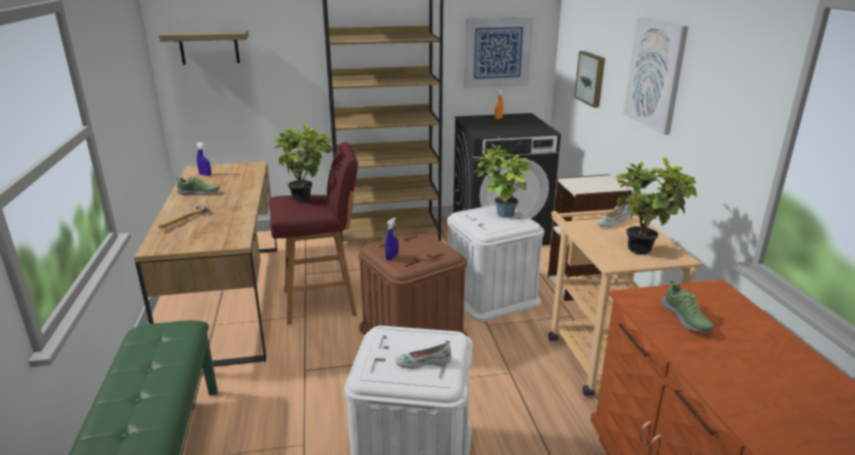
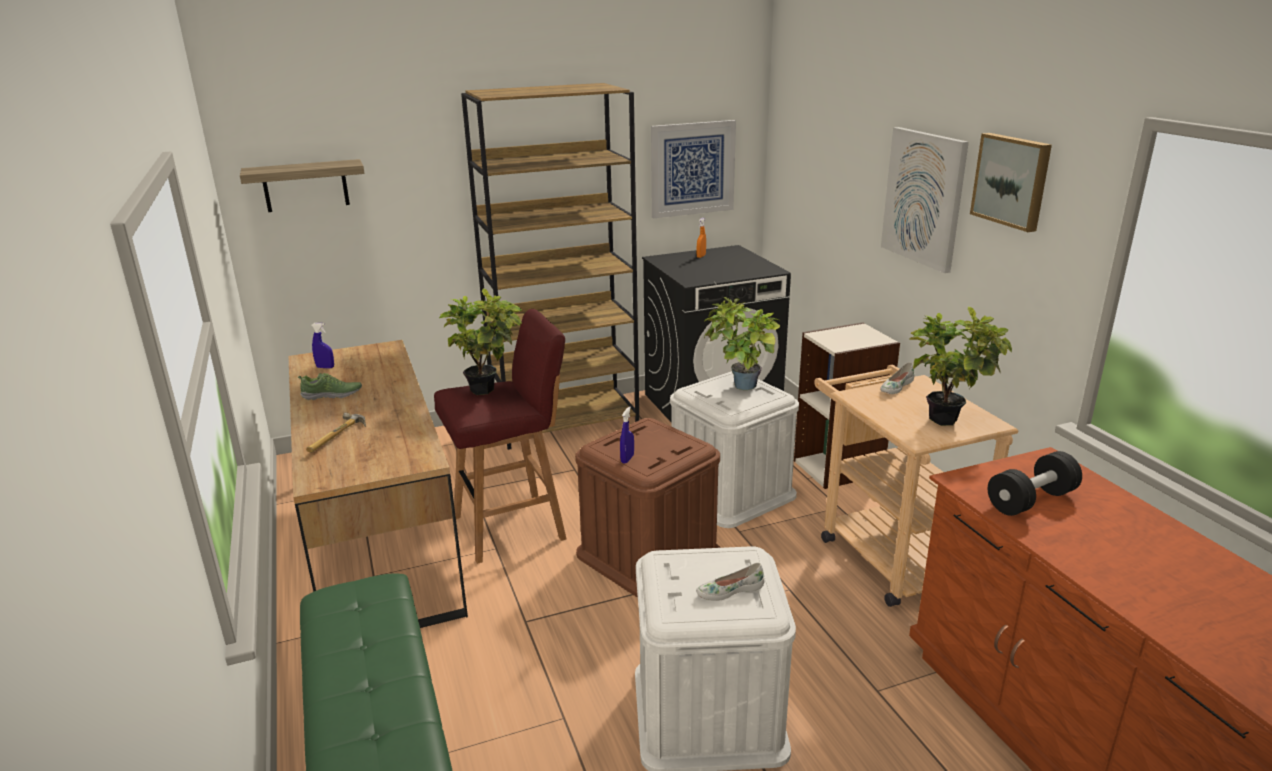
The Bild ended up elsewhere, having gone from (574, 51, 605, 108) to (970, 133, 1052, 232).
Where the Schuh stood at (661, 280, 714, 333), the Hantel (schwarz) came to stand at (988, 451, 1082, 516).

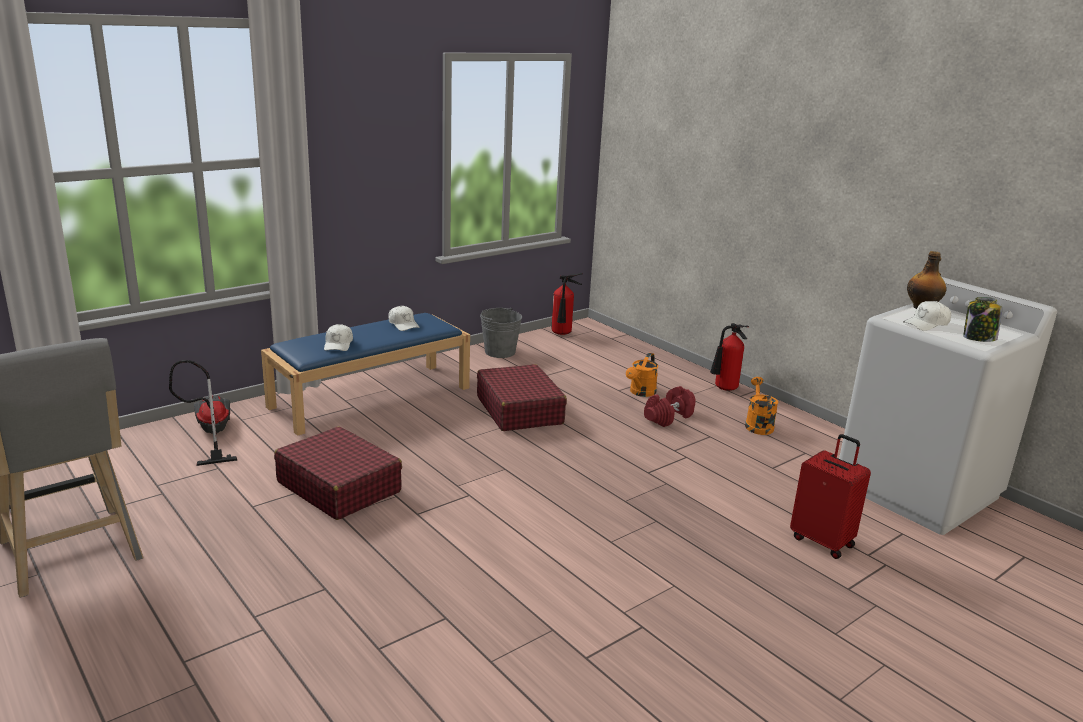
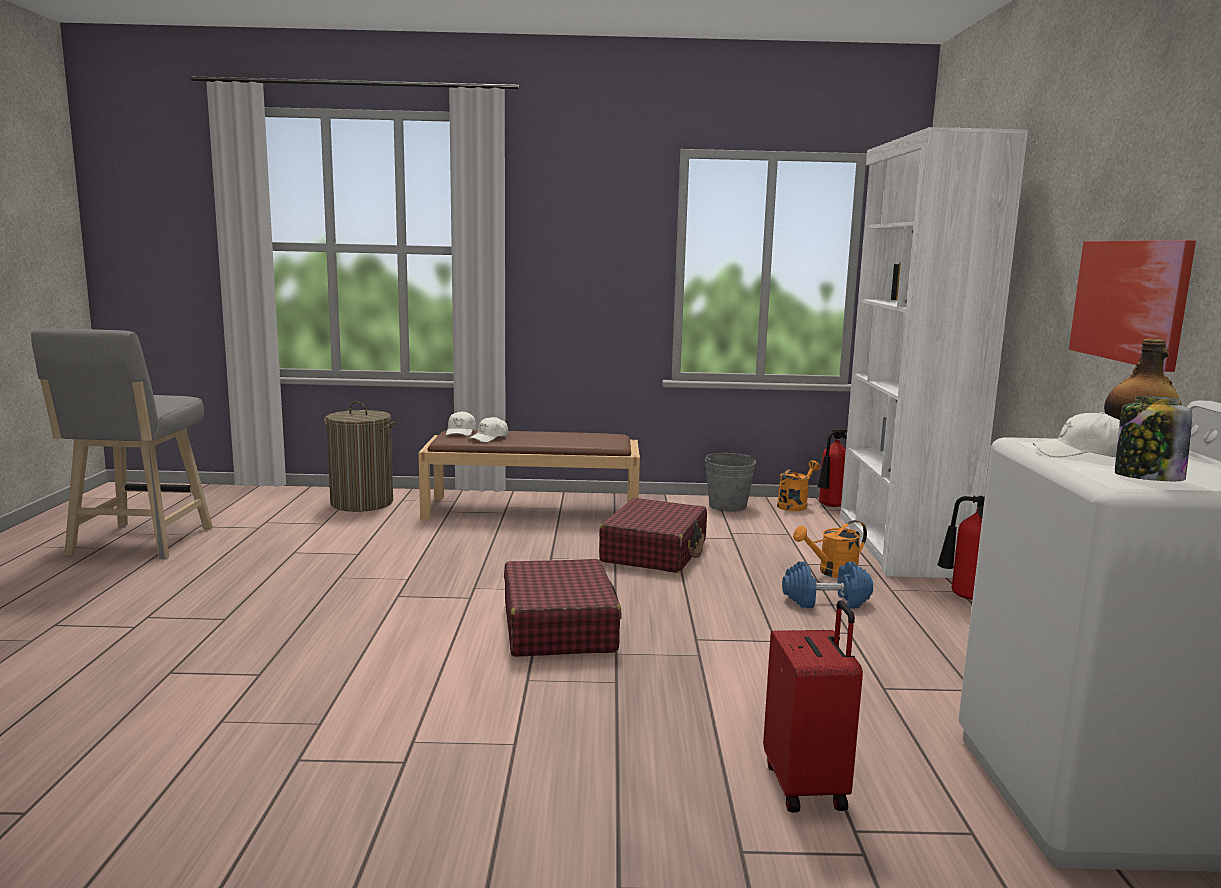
Where the Staubsauger stood at (169, 360, 238, 466), the Wäschekorb came to stand at (324, 401, 396, 512).
What was the Bank (blau) at (261, 313, 470, 436) turned into the Bank (braun) at (418, 430, 640, 520).
The Kappe (weiß) ended up elsewhere, having gone from (389, 306, 420, 331) to (446, 411, 476, 436).
The Koffer (rot) ended up elsewhere, having gone from (274, 427, 402, 520) to (504, 559, 622, 657).
The Gießkanne (orange) ended up elsewhere, having gone from (745, 377, 779, 435) to (777, 460, 820, 511).
What was the Hantel (rot) at (644, 386, 696, 427) turned into the Hantel (blau) at (782, 561, 873, 608).
The second view gained the Bücherregal (weiß) at (840, 127, 1028, 578).
The second view gained the Bild at (1069, 240, 1196, 372).

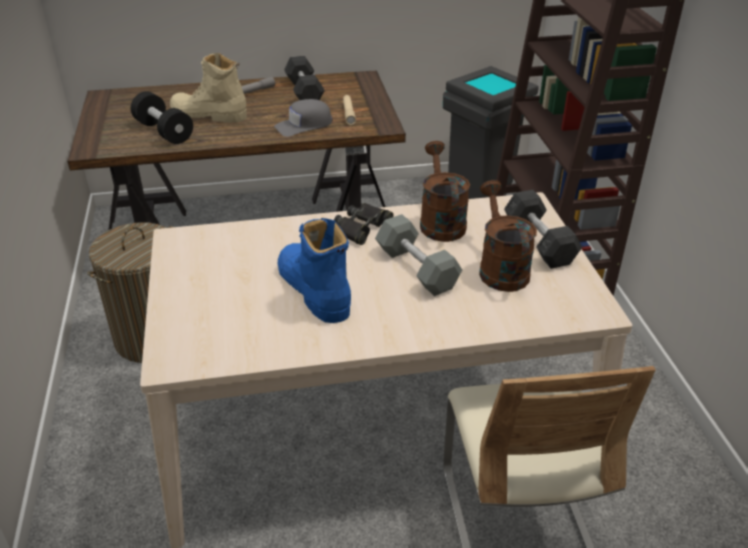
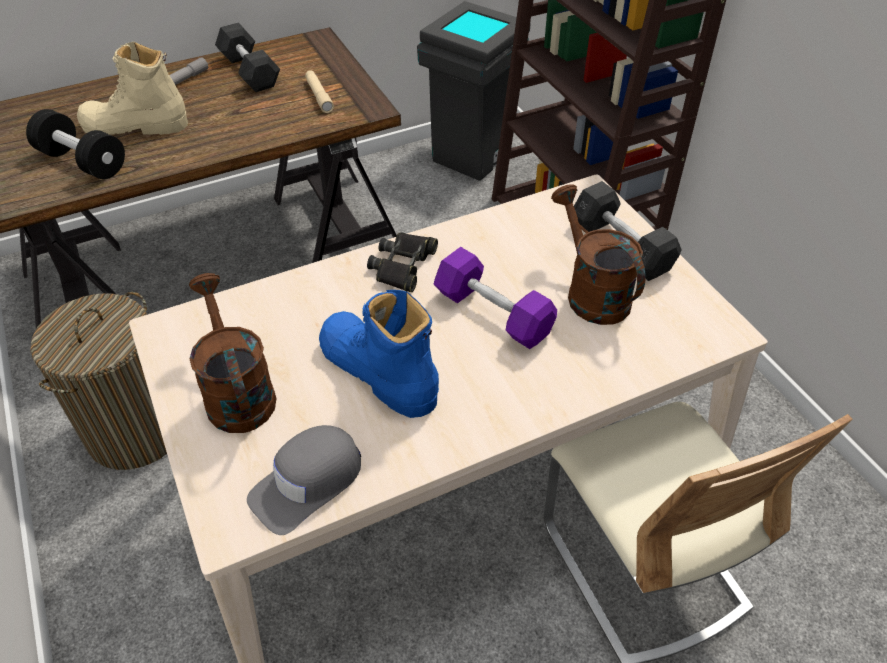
The Gießkanne (braun) ended up elsewhere, having gone from (420, 141, 470, 242) to (189, 273, 277, 433).
The Kappe (grau) ended up elsewhere, having gone from (274, 99, 333, 137) to (247, 425, 361, 535).
What was the Hantel (grau) at (375, 214, 462, 296) turned into the Hantel (lila) at (434, 247, 557, 349).

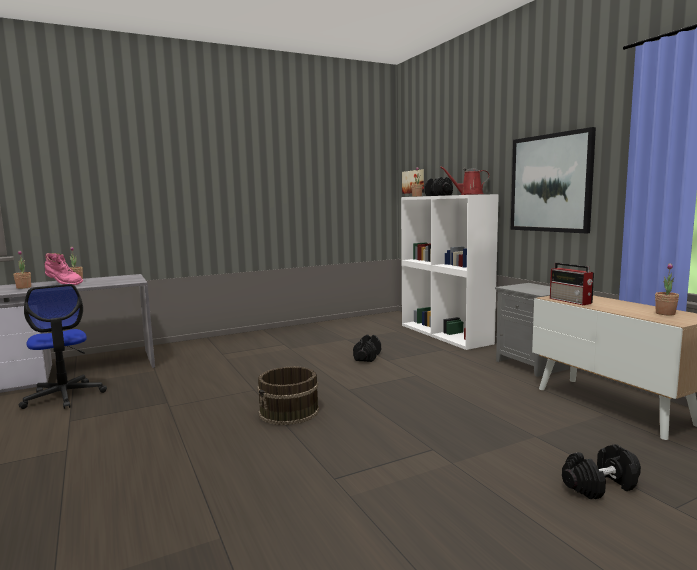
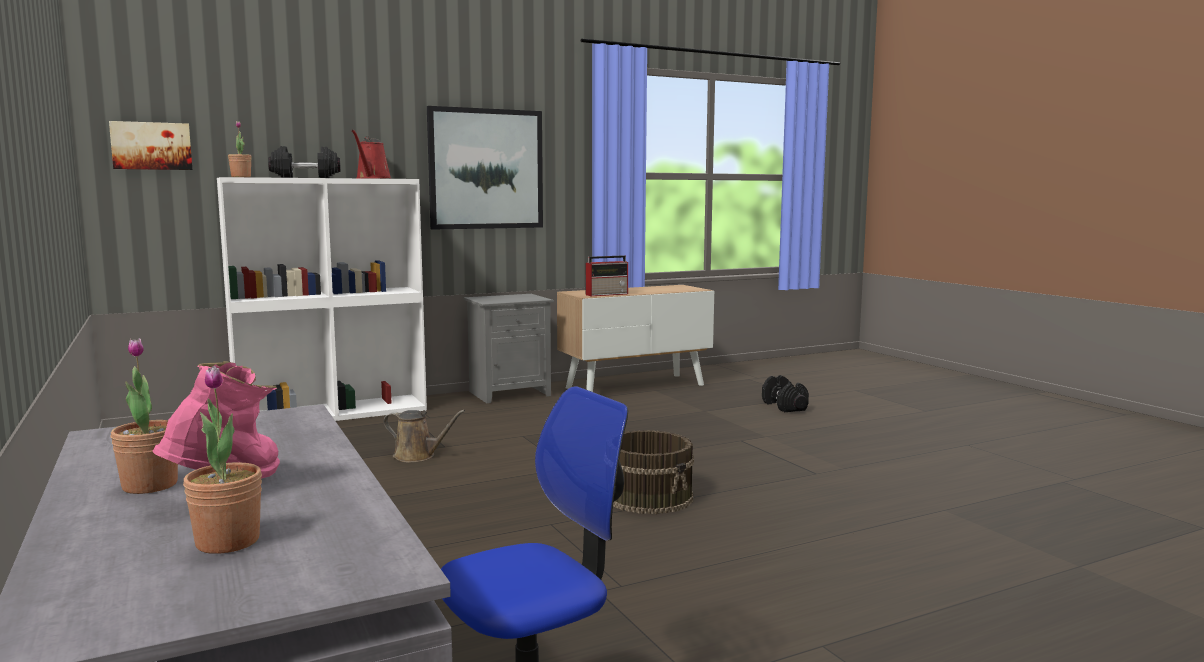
Where the Hantel (schwarz) stood at (353, 334, 381, 362), the Gießkanne (braun) came to stand at (383, 410, 465, 462).
The second view lost the Topfpflanze at (655, 263, 679, 315).

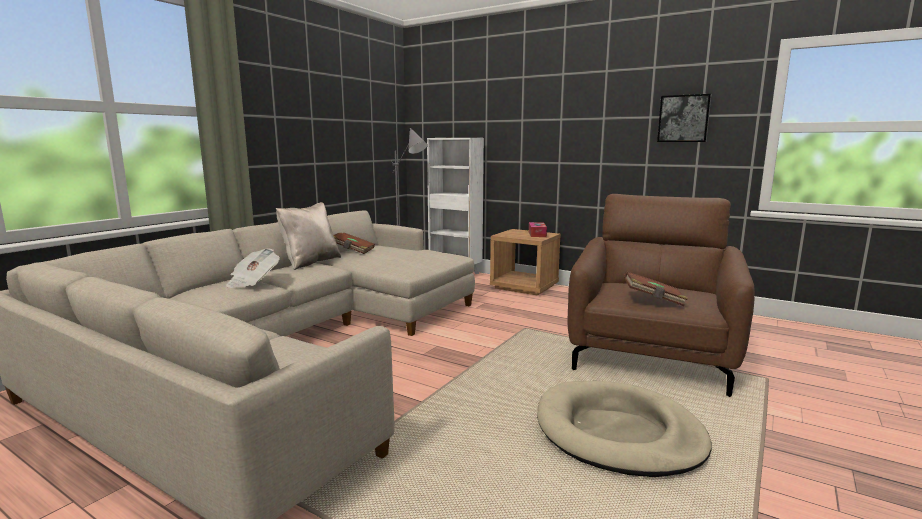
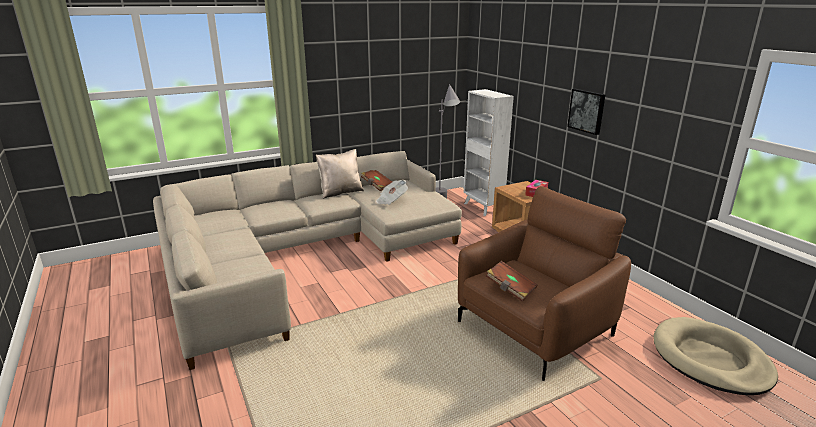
The Zeitung ended up elsewhere, having gone from (226, 248, 280, 288) to (375, 180, 408, 205).
The Bild ended up elsewhere, having gone from (657, 94, 711, 142) to (567, 89, 605, 135).
The Hundebett (beige) ended up elsewhere, having gone from (537, 381, 712, 477) to (653, 317, 778, 395).

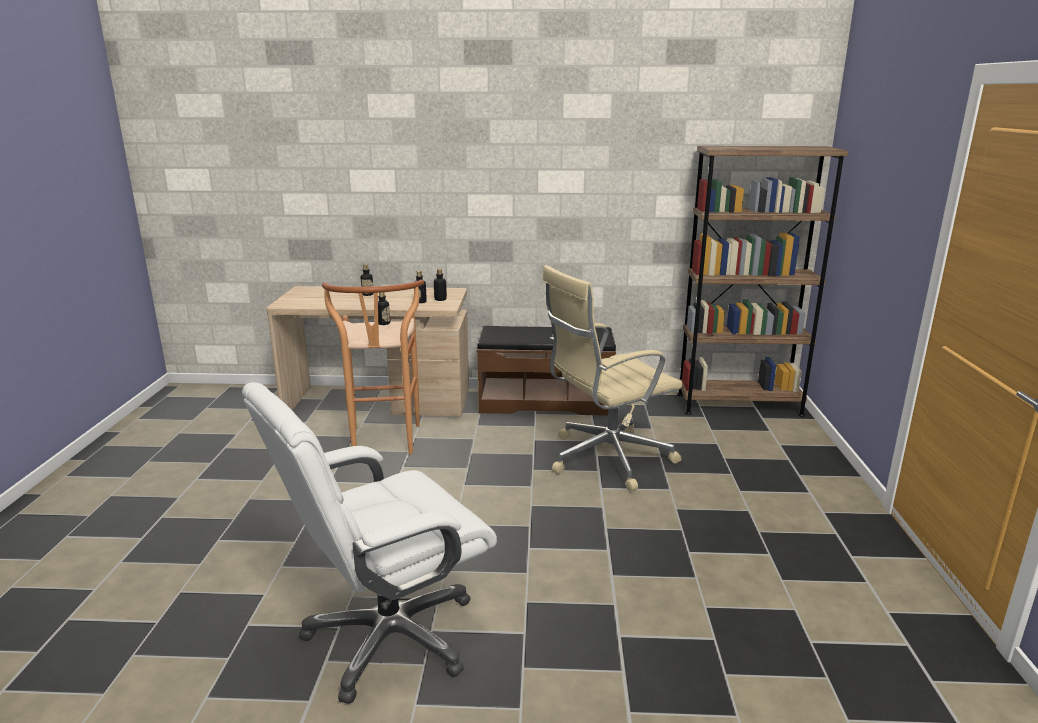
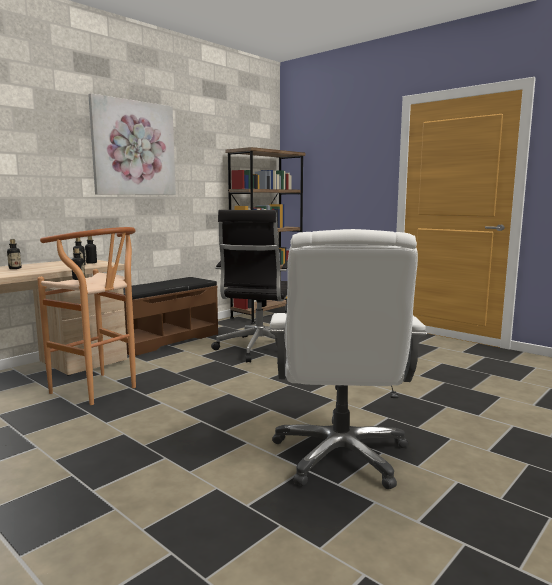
The second view gained the Bild at (88, 93, 176, 195).
What was the Bürostuhl (beige) at (542, 265, 683, 491) turned into the Bürostuhl (schwarz) at (211, 210, 288, 363).

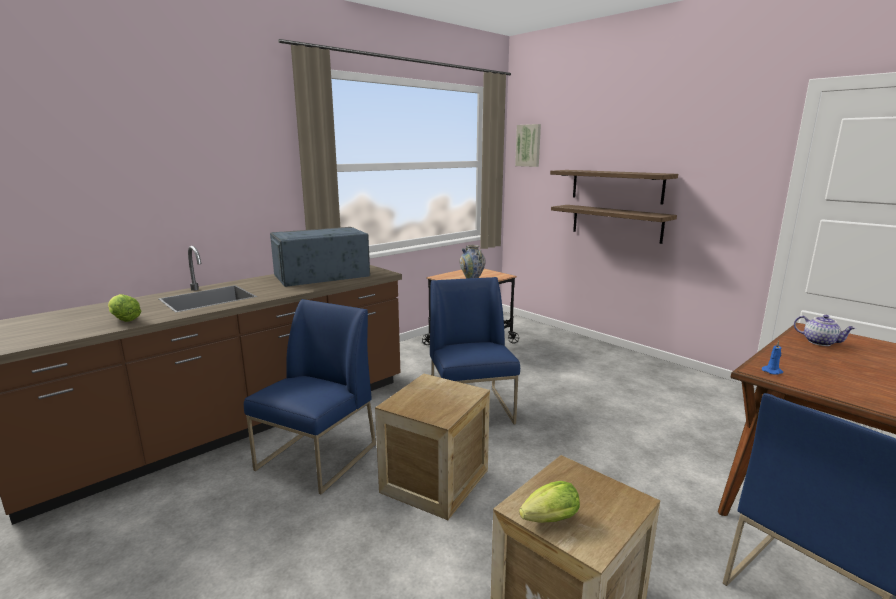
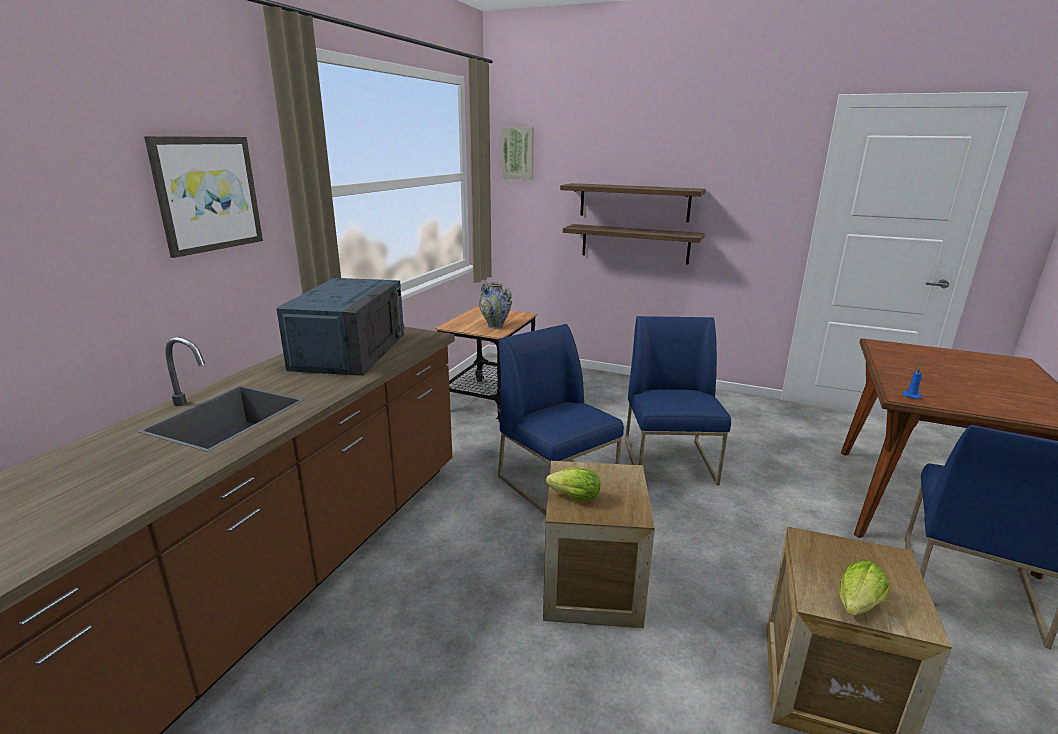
The second view gained the Bild at (144, 136, 263, 258).
The Mikrowelle (blau) at (270, 227, 370, 287) ended up facing another way, 150 degrees clockwise from before.
The Salatkopf ended up elsewhere, having gone from (108, 294, 141, 322) to (546, 468, 600, 501).
The Stuhl (blau) ended up elsewhere, having gone from (244, 299, 376, 495) to (625, 316, 731, 486).
The second view lost the Teekanne at (794, 315, 856, 346).

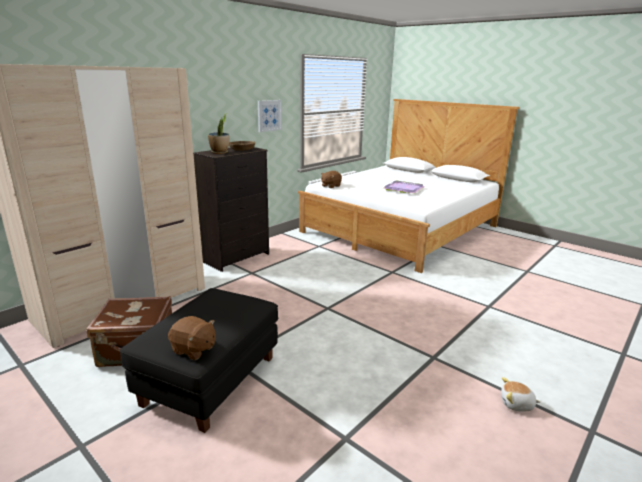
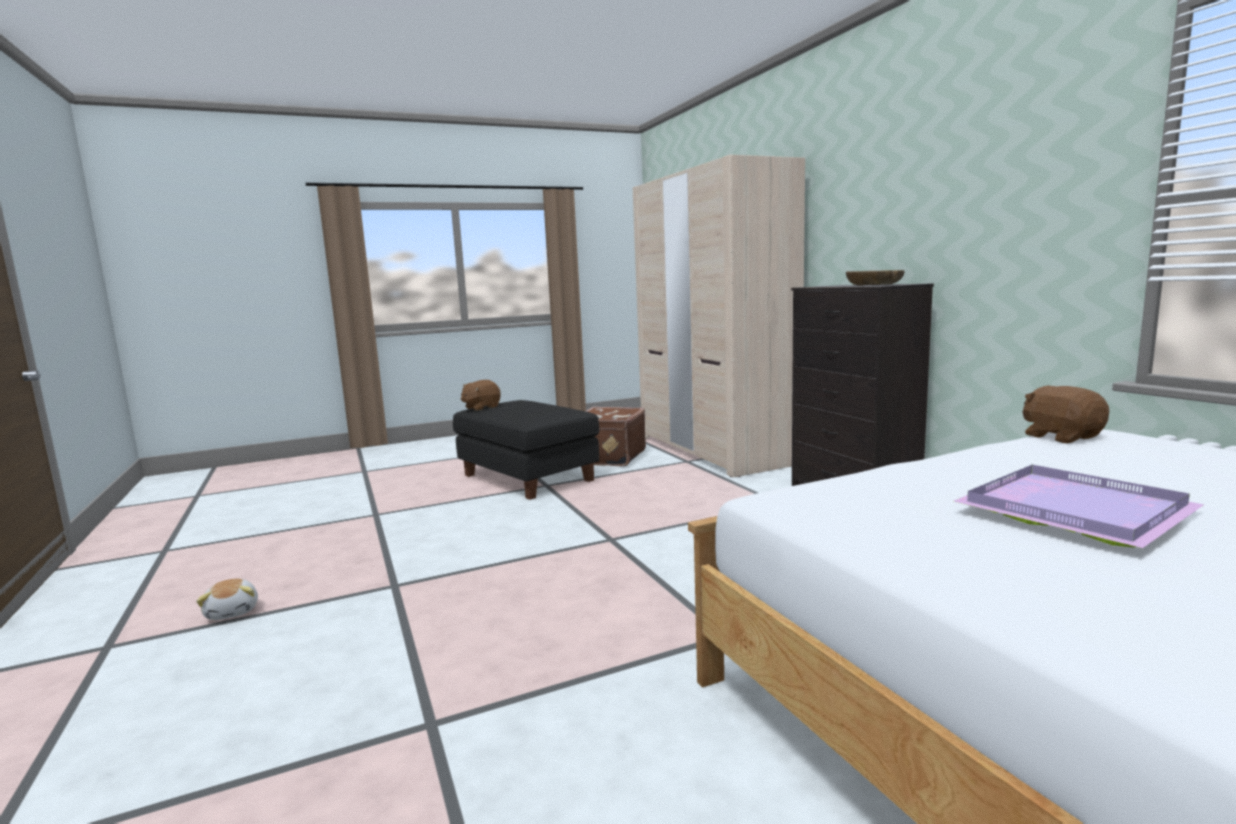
The Plüschtier at (501, 377, 540, 412) ended up facing another way, 120 degrees clockwise from before.
The second view lost the Topfpflanze at (208, 113, 230, 154).
The second view lost the Bild at (258, 100, 282, 132).

